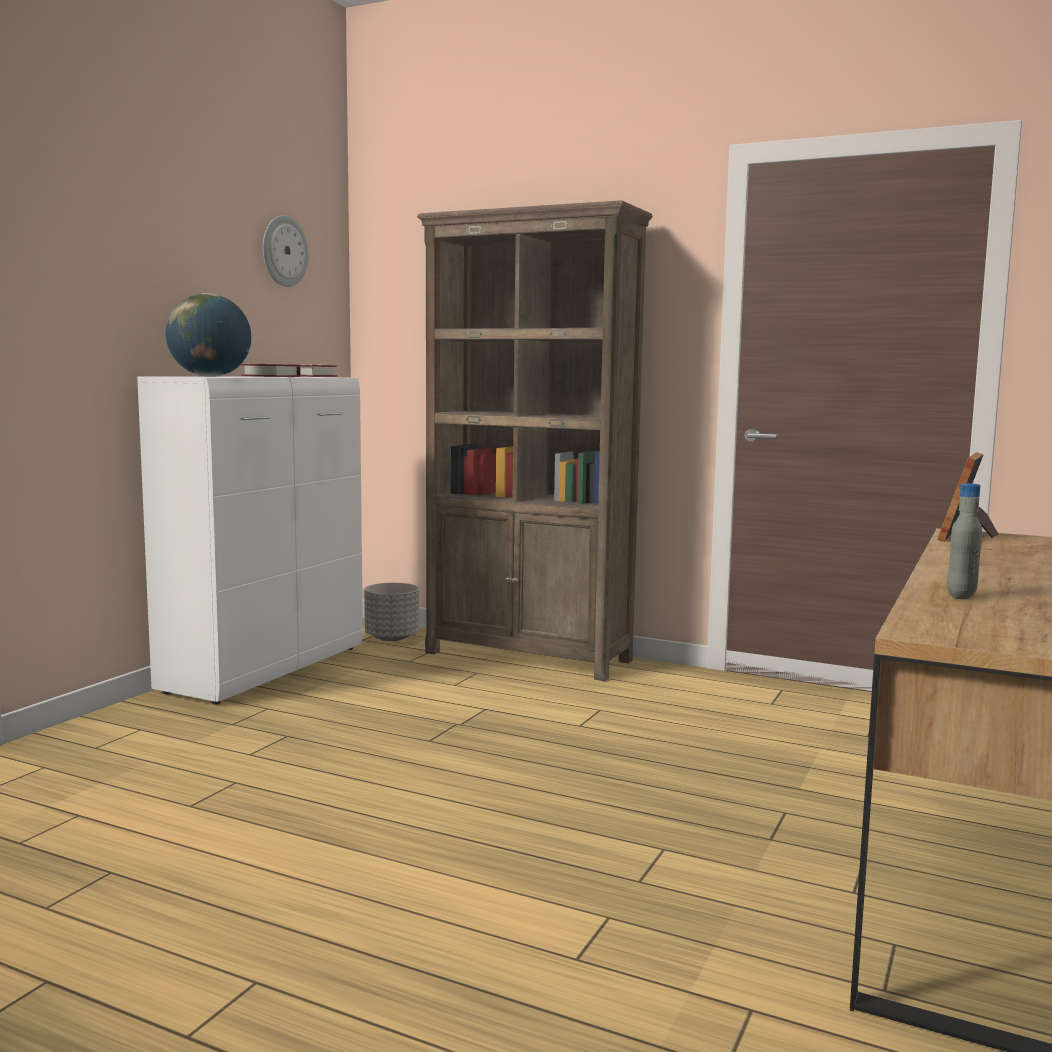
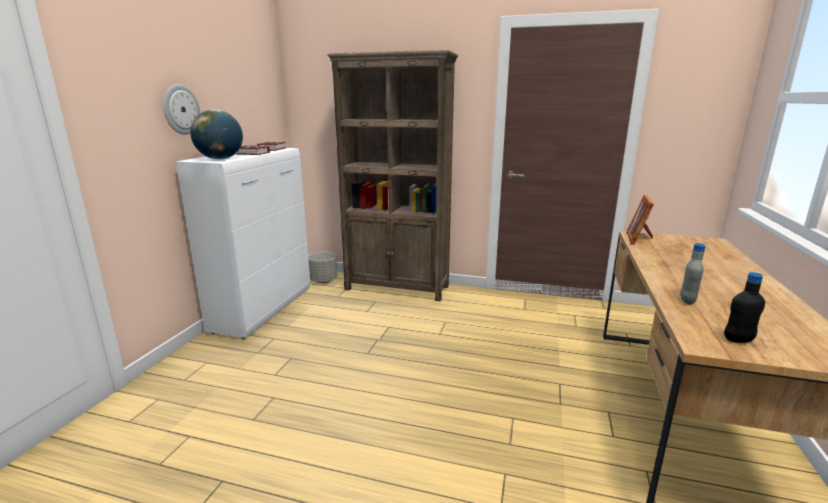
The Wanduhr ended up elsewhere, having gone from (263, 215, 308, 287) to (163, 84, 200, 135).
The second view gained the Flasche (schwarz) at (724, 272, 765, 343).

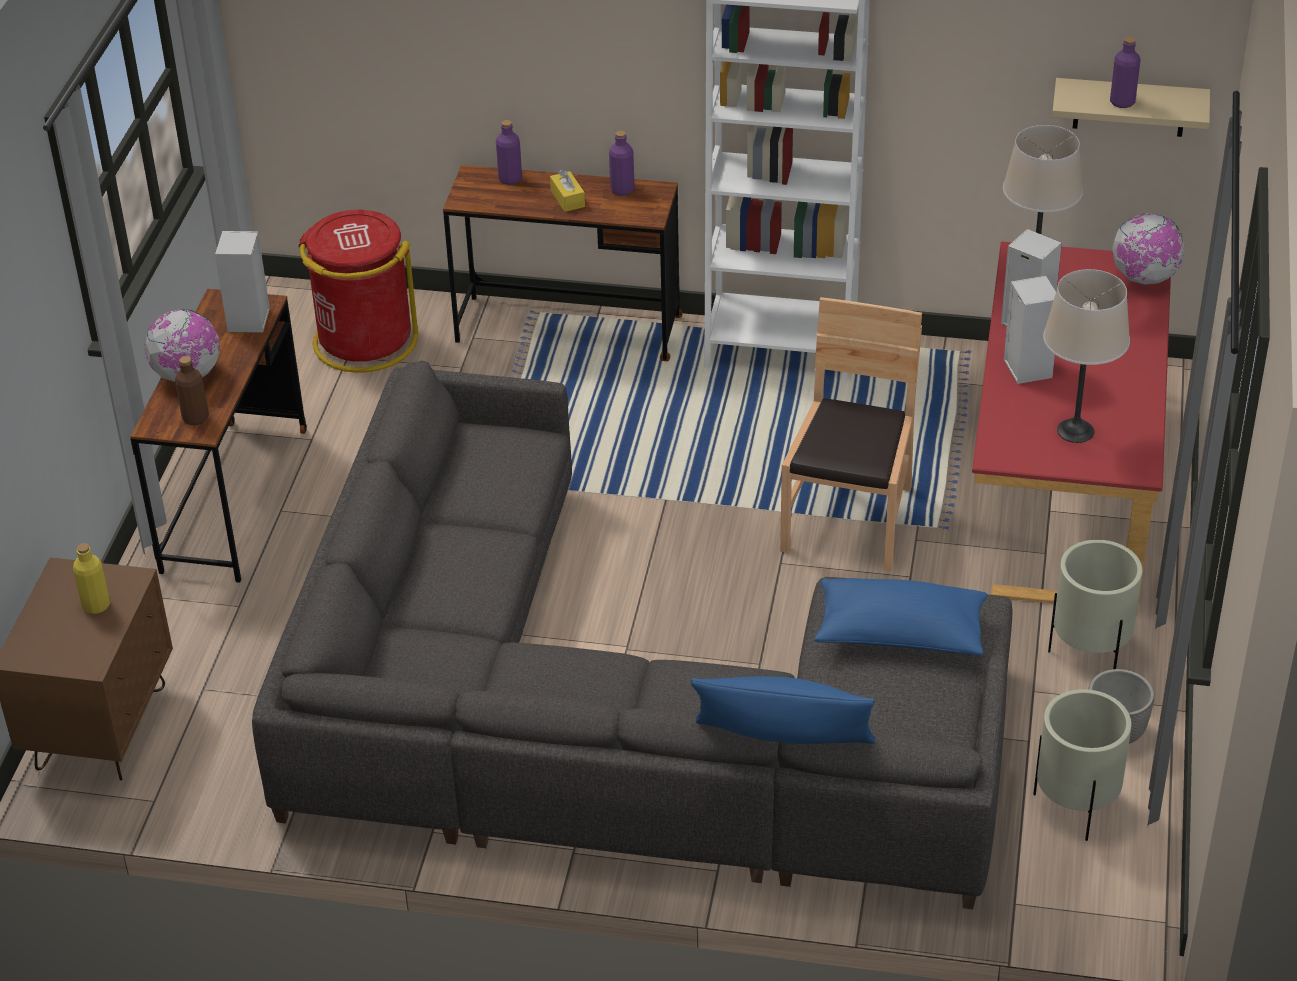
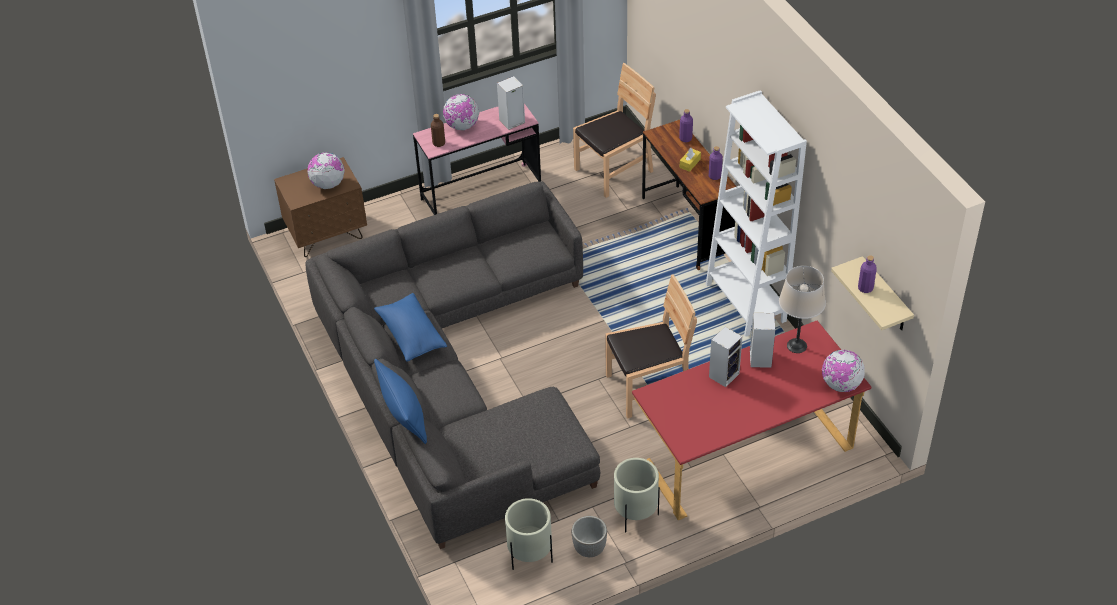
Where the Flasche (gelb) stood at (73, 543, 110, 614), the Globus came to stand at (307, 152, 345, 189).
The Kissen (blau) ended up elsewhere, having gone from (814, 578, 987, 656) to (374, 293, 447, 362).
What was the Schreibtisch (braun) at (130, 289, 307, 583) turned into the Schreibtisch (rosa) at (413, 103, 541, 215).
Where the Mülleimer (rot) stood at (298, 210, 418, 373), the Stuhl (braun) came to stand at (573, 63, 656, 198).
The second view lost the Tischlampe (beige) at (1043, 269, 1130, 443).

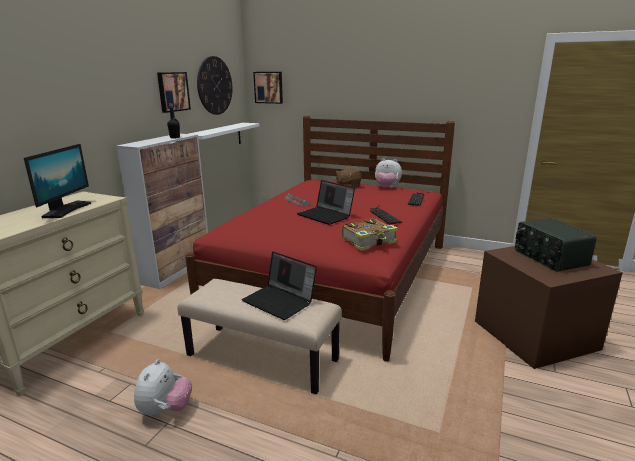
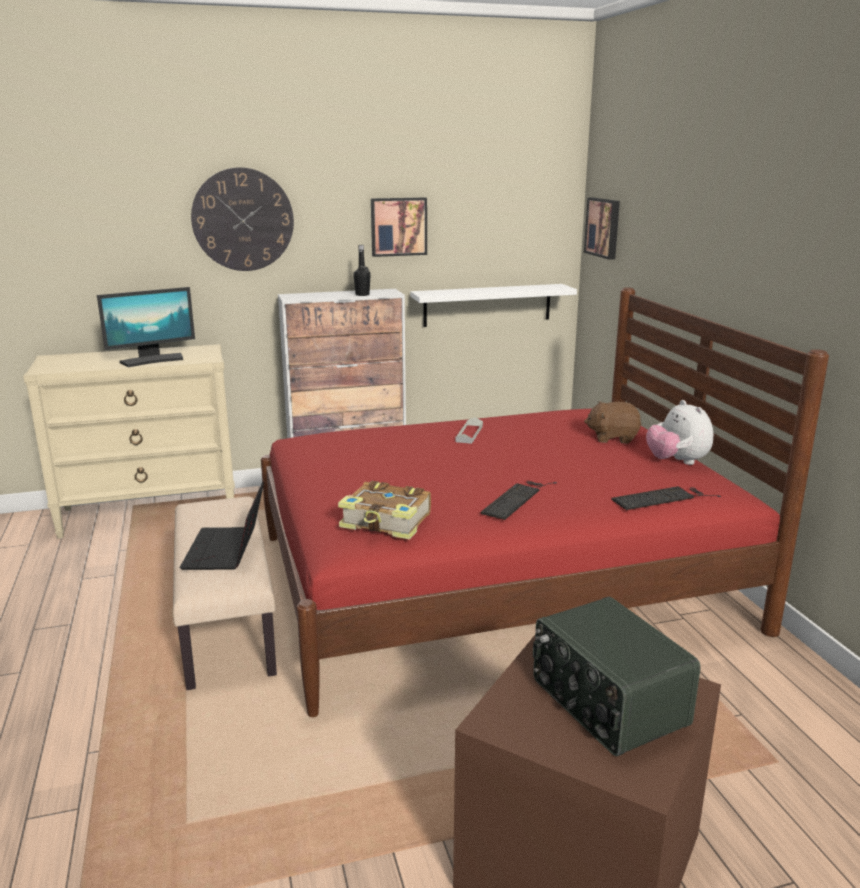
The Wanduhr ended up elsewhere, having gone from (197, 56, 233, 115) to (191, 167, 294, 271).
The Radio at (515, 218, 597, 272) ended up facing another way, 60 degrees counterclockwise from before.
The second view lost the Plüschtier at (134, 359, 192, 417).
The second view lost the Laptop at (297, 180, 355, 225).

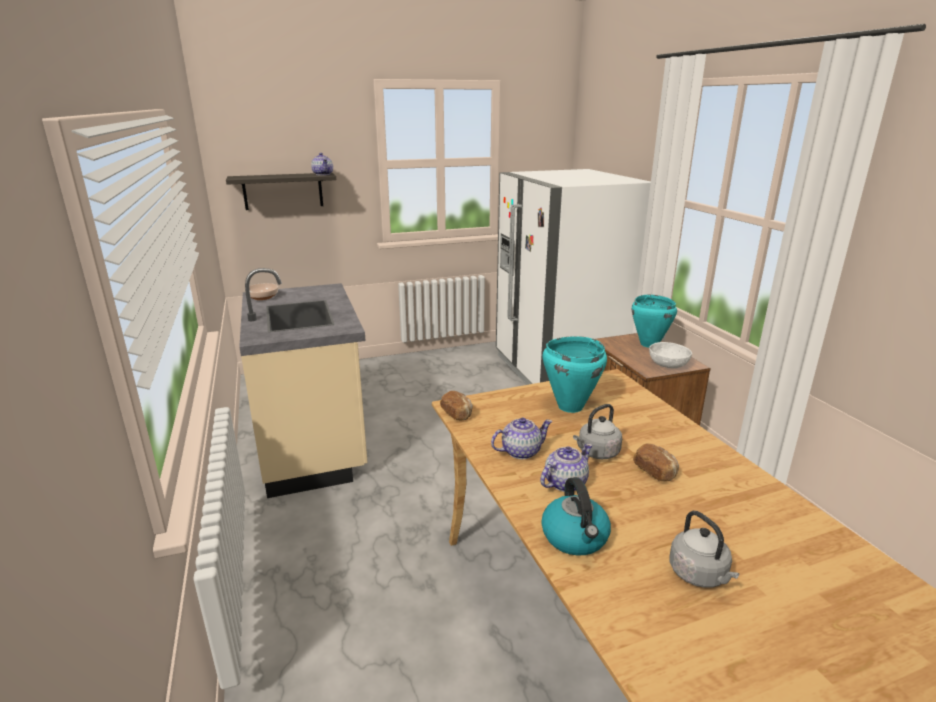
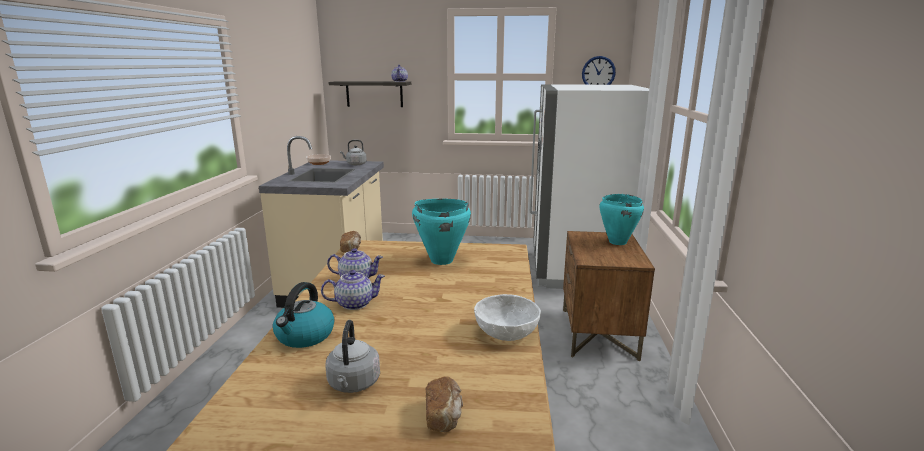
The Wasserkessel (grau) ended up elsewhere, having gone from (573, 404, 622, 459) to (340, 140, 367, 165).
The Brot ended up elsewhere, having gone from (633, 444, 679, 482) to (426, 376, 463, 432).
The Schüssel (weiß) ended up elsewhere, having gone from (649, 342, 692, 368) to (474, 294, 541, 341).
The second view gained the Wanduhr at (582, 56, 616, 85).

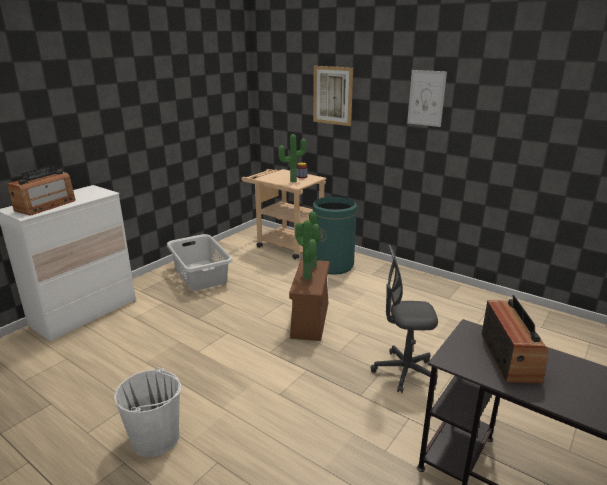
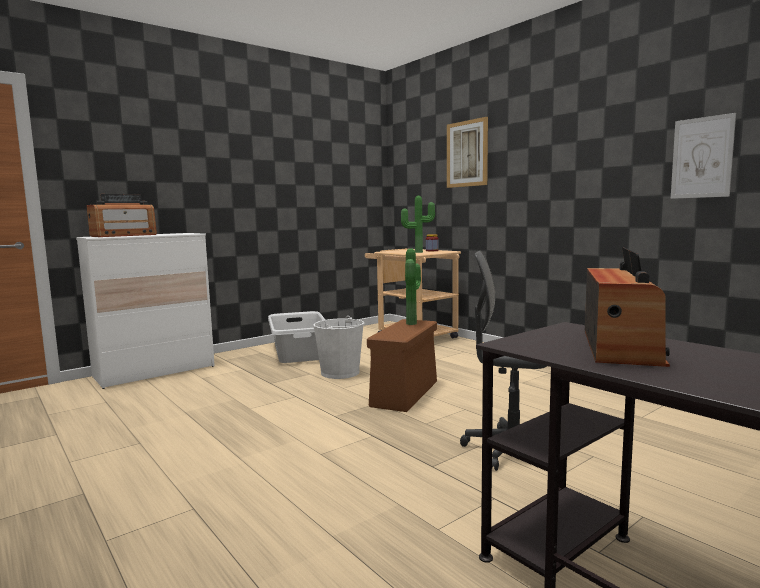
The Eimer (weiß) ended up elsewhere, having gone from (114, 367, 182, 457) to (314, 316, 364, 379).
The Bild ended up elsewhere, having gone from (407, 70, 447, 127) to (671, 113, 736, 199).
The second view lost the Topfpflanze at (295, 220, 317, 280).
The second view lost the Mülleimer (grün) at (313, 197, 357, 275).

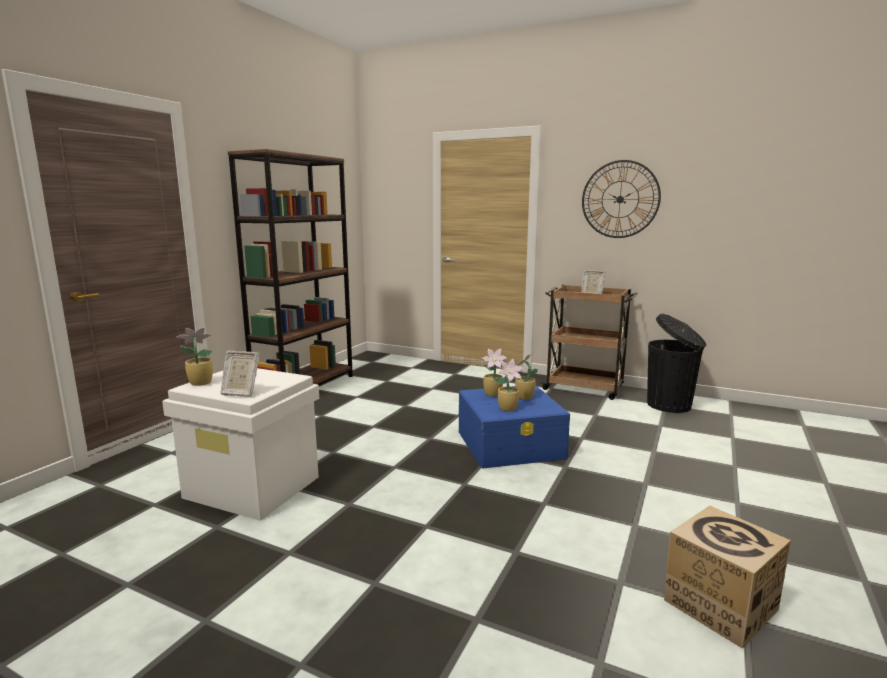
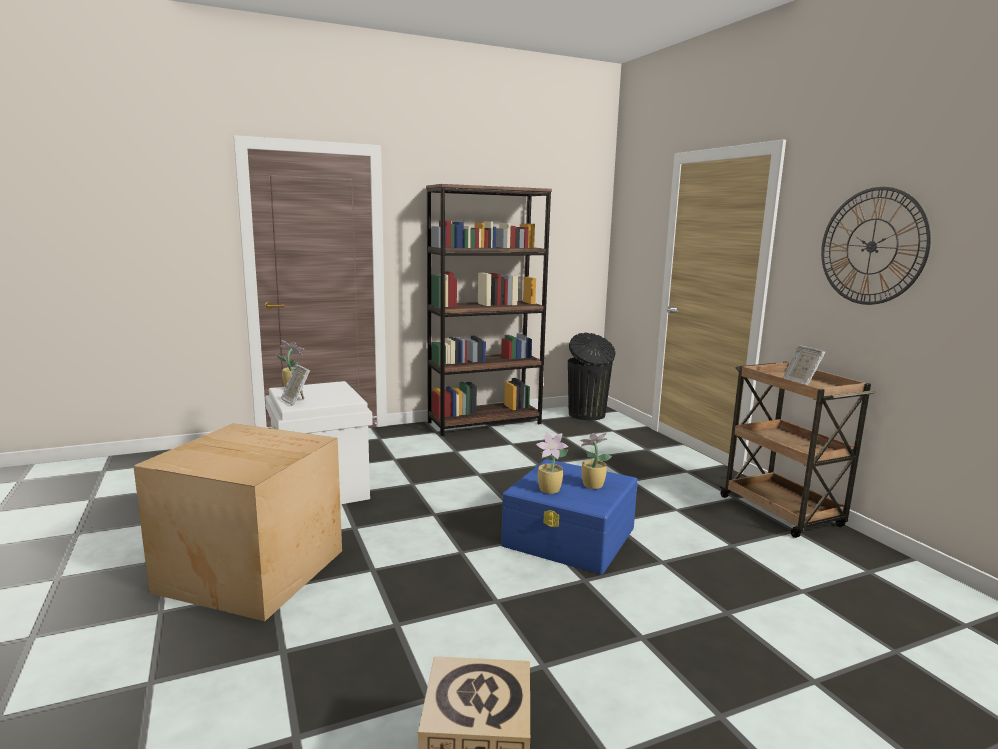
The second view gained the Karton at (133, 423, 342, 621).
The Mülleimer (schwarz) ended up elsewhere, having gone from (647, 314, 706, 413) to (568, 333, 615, 420).
The second view lost the Topfpflanze at (481, 349, 507, 396).

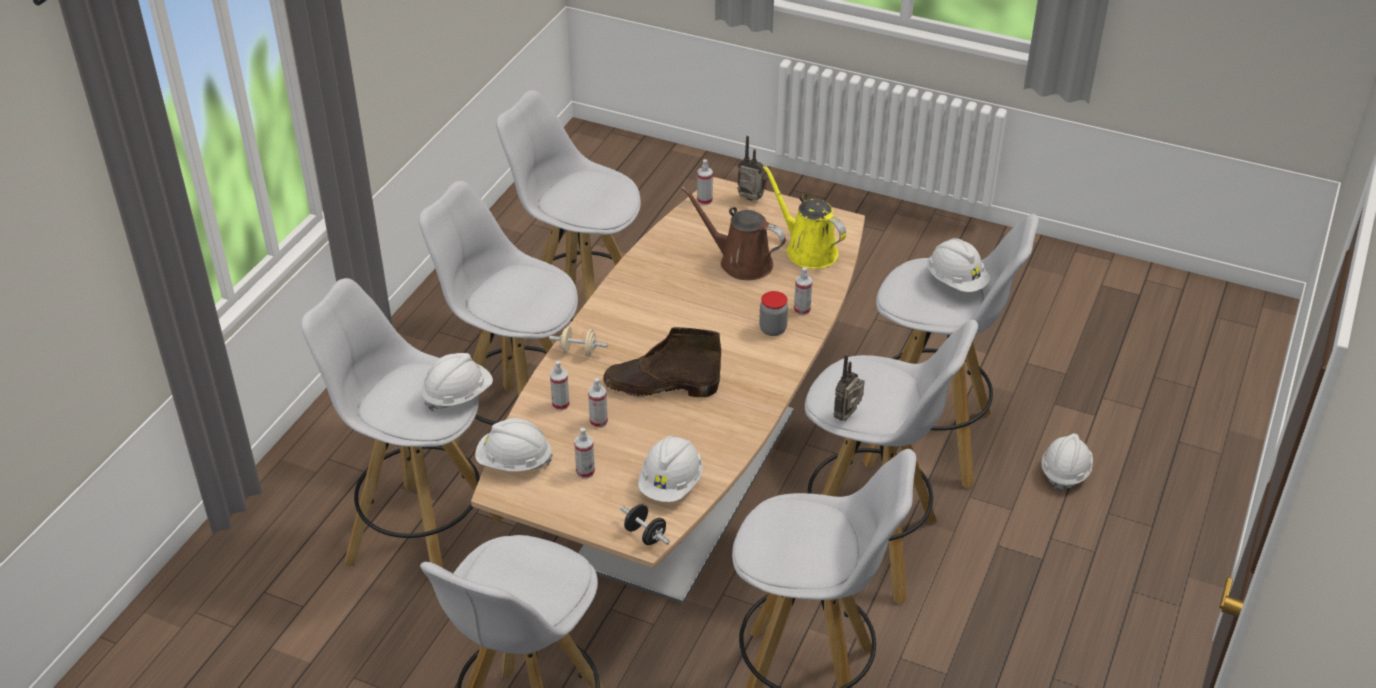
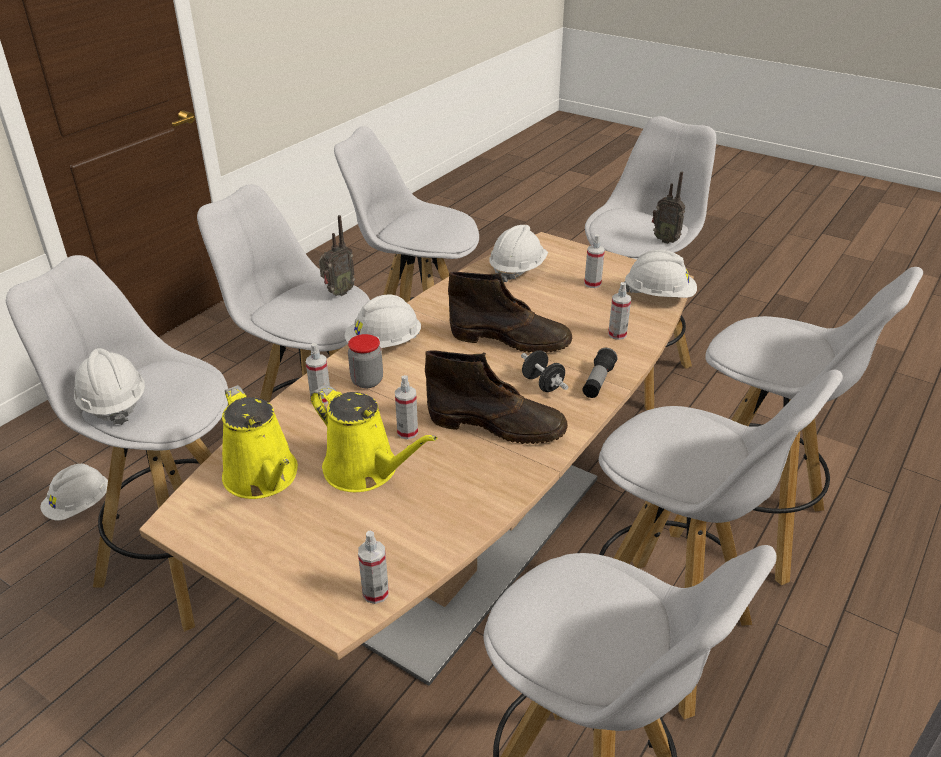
What was the Gießkanne (braun) at (681, 186, 786, 280) turned into the Gießkanne (gelb) at (310, 385, 438, 492).
The Schutzhelm (weiß) ended up elsewhere, having gone from (422, 353, 493, 412) to (345, 294, 421, 348).
The Sprühflasche ended up elsewhere, having gone from (588, 378, 608, 428) to (395, 375, 418, 439).
The second view gained the Stiefel (braun) at (425, 350, 568, 444).
The Hantel (schwarz) ended up elsewhere, having gone from (620, 504, 670, 545) to (521, 350, 568, 392).
Where the Hantel (beige) stood at (549, 326, 607, 356), the Taschenlampe came to stand at (583, 348, 618, 398).
The Radio ended up elsewhere, having gone from (737, 136, 768, 201) to (652, 171, 685, 244).

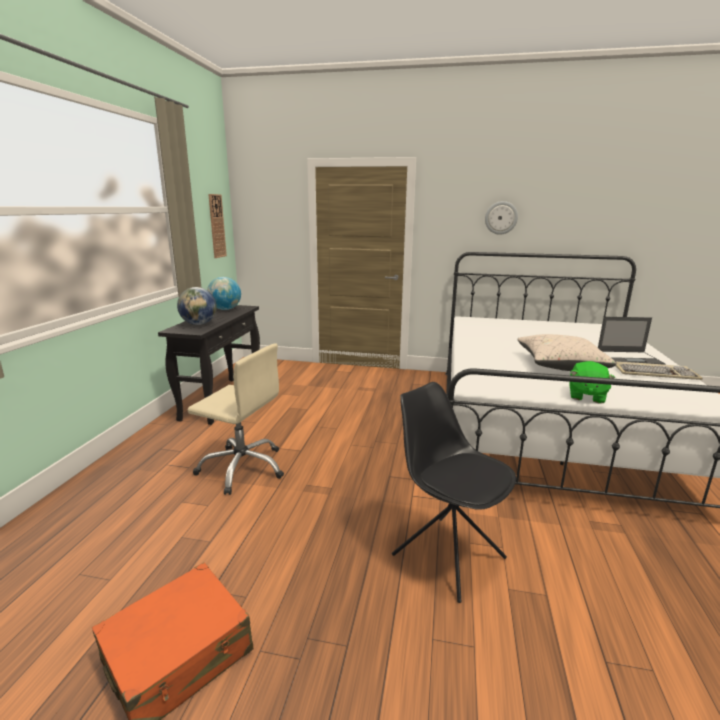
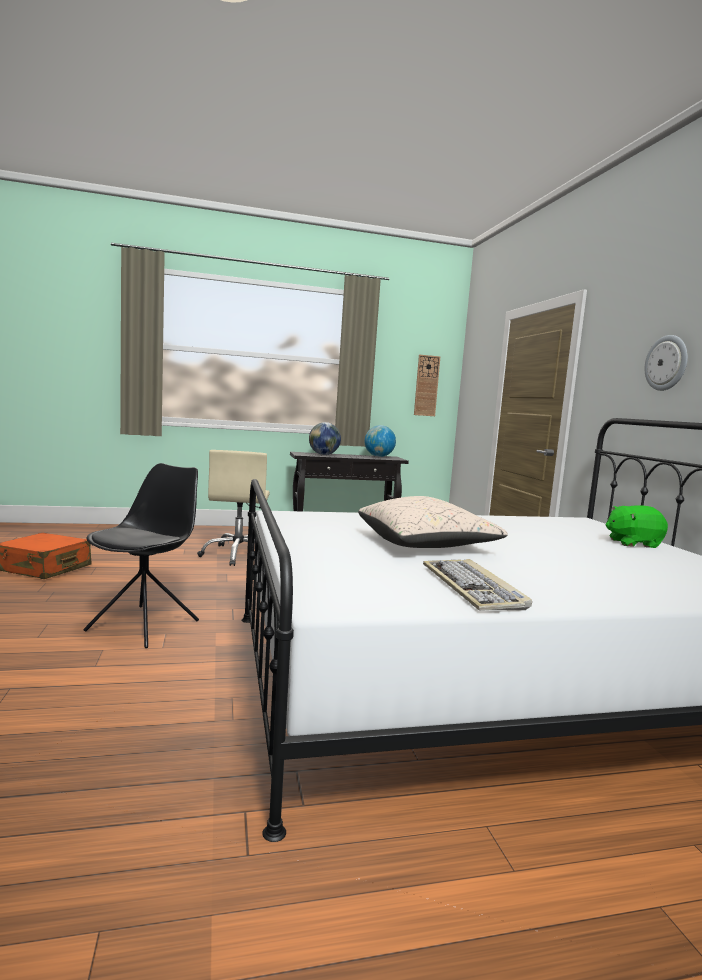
The Plüschtier (grün) ended up elsewhere, having gone from (569, 361, 615, 404) to (605, 505, 668, 548).
The second view lost the Laptop at (598, 317, 665, 365).

